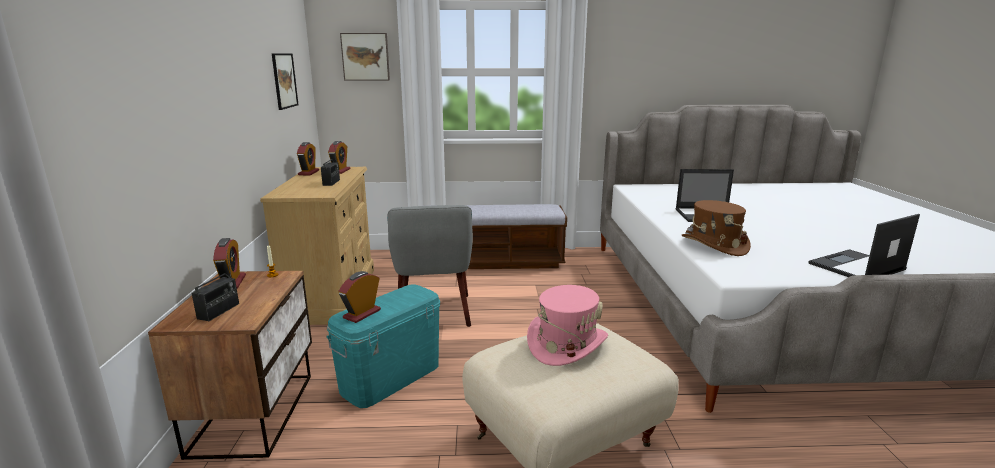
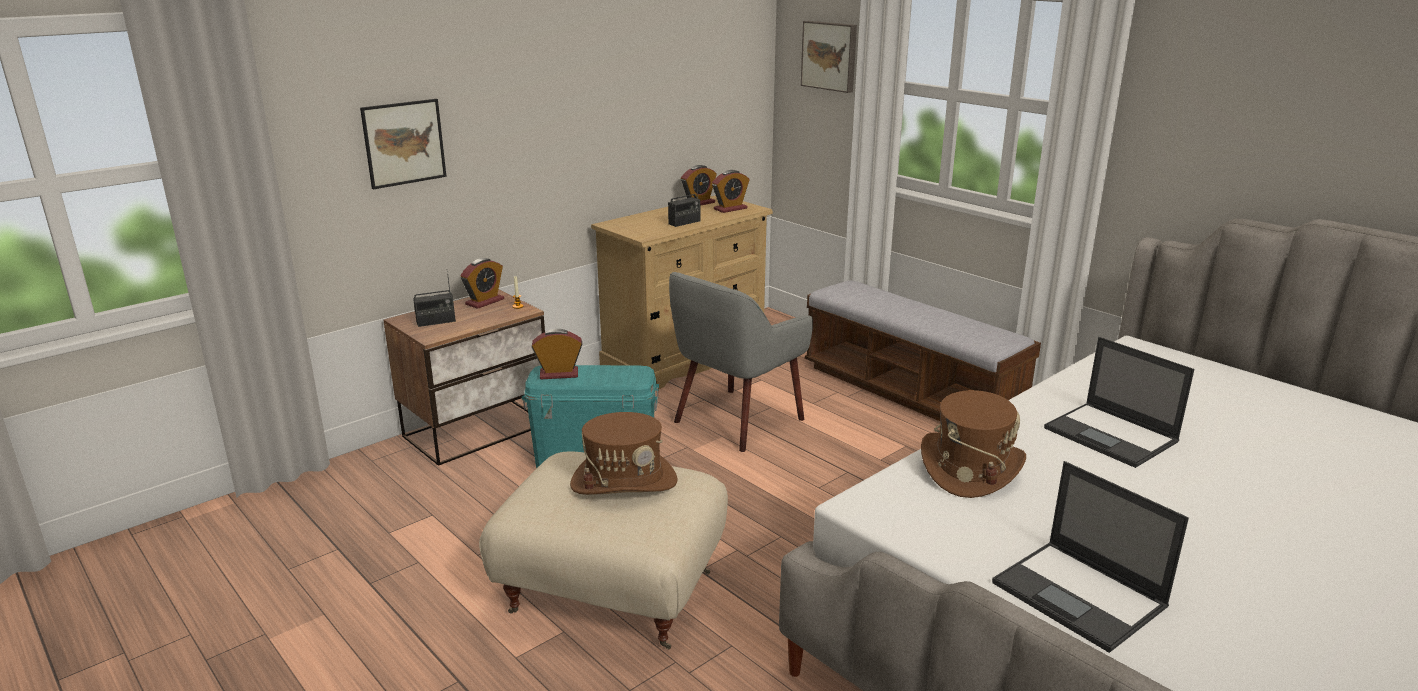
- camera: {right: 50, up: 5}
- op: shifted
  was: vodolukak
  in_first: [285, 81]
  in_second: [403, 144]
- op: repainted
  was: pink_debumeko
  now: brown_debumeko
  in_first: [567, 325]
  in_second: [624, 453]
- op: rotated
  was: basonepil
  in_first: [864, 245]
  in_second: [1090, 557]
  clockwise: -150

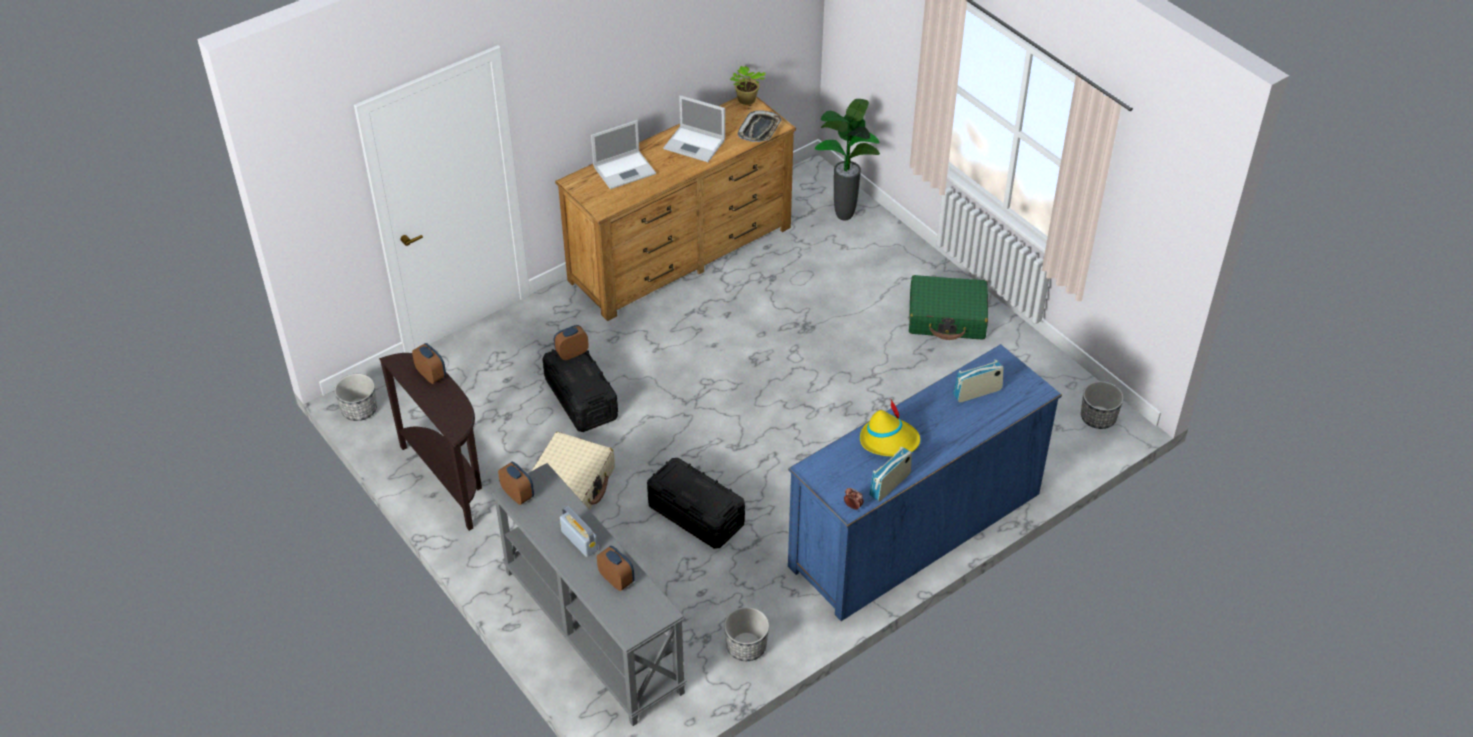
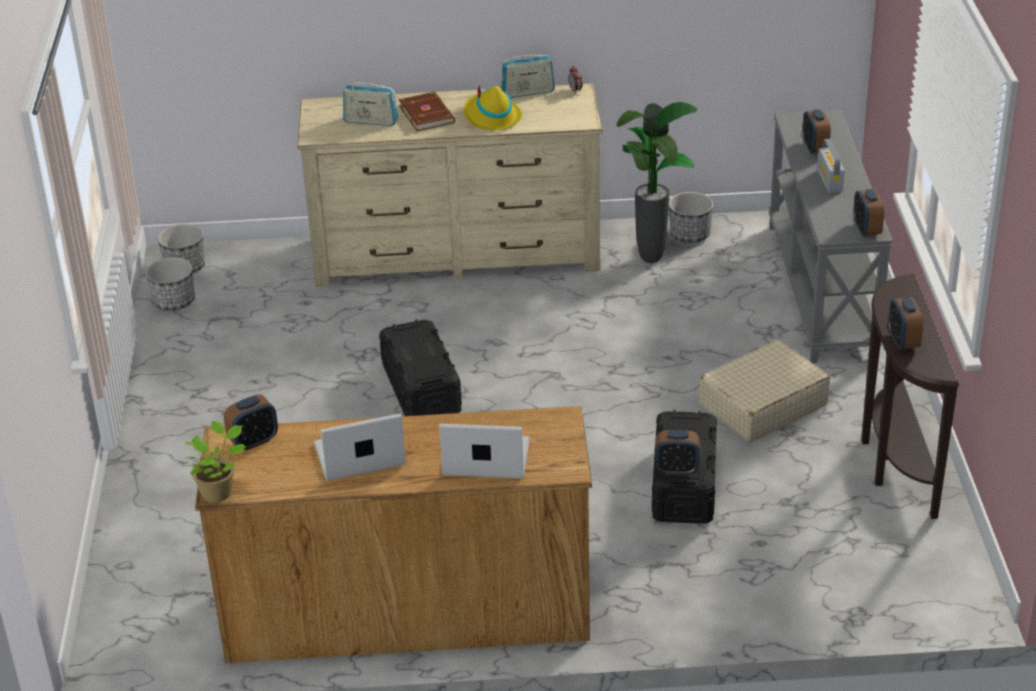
- camera: {right: -145, up: -10}
- op: shifted
  was: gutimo
  in_first: [355, 397]
  in_second: [170, 284]
- op: shifted
  was: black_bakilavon
  in_first: [696, 503]
  in_second: [420, 367]
- op: rotated
  was: basonepil
  in_first: [694, 128]
  in_second: [360, 447]
  clockwise: -75
- op: swapped
  was: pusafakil
  now: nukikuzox
  in_first: [759, 126]
  in_second: [251, 422]
- op: repainted
  was: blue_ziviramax
  now: beige_ziviramax
  in_first: [925, 482]
  in_second: [450, 185]
- op: shifted
  was: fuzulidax
  in_first: [847, 159]
  in_second: [656, 182]
- op: gone
  was: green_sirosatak
  in_first: [948, 307]
- op: new
  now: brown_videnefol
  in_second: [426, 111]

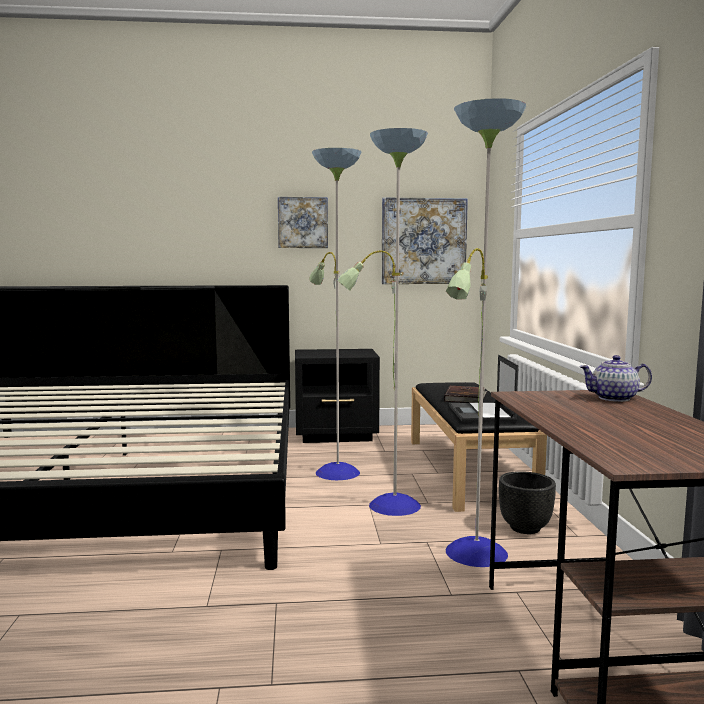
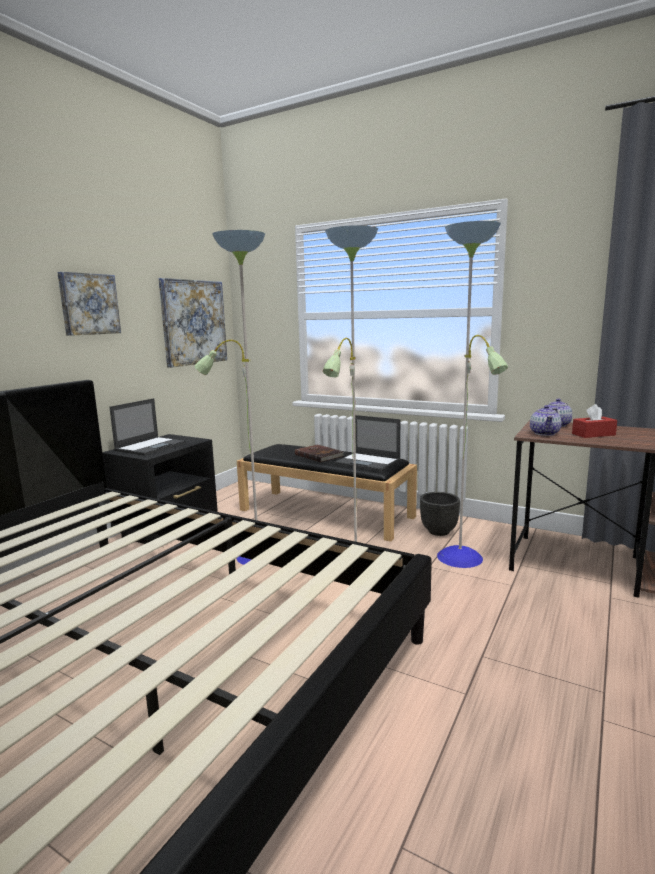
- camera: {right: -55, up: 5}
- op: new
  now: basonepil
  in_second: [148, 427]
- op: new
  now: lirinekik
  in_second: [546, 420]
- op: new
  now: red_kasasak
  in_second: [594, 421]

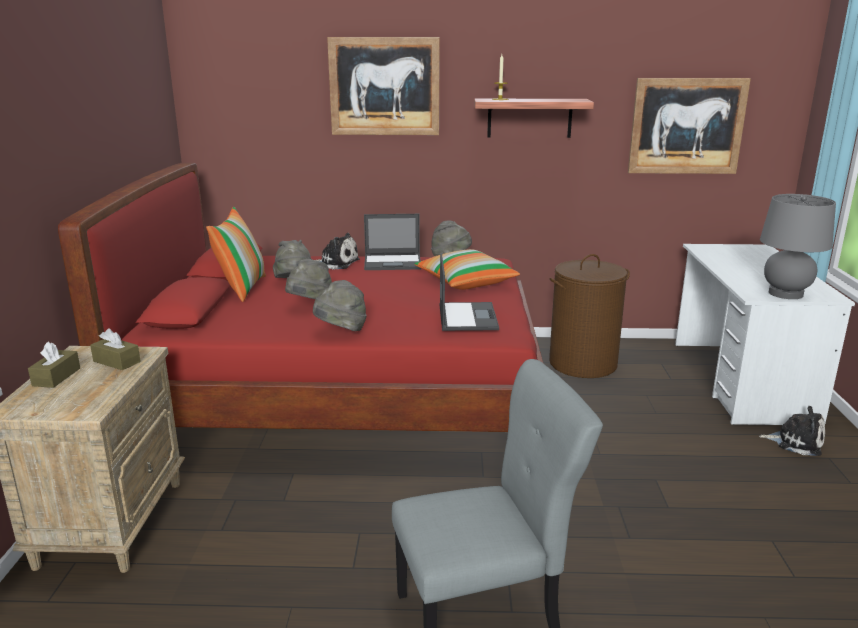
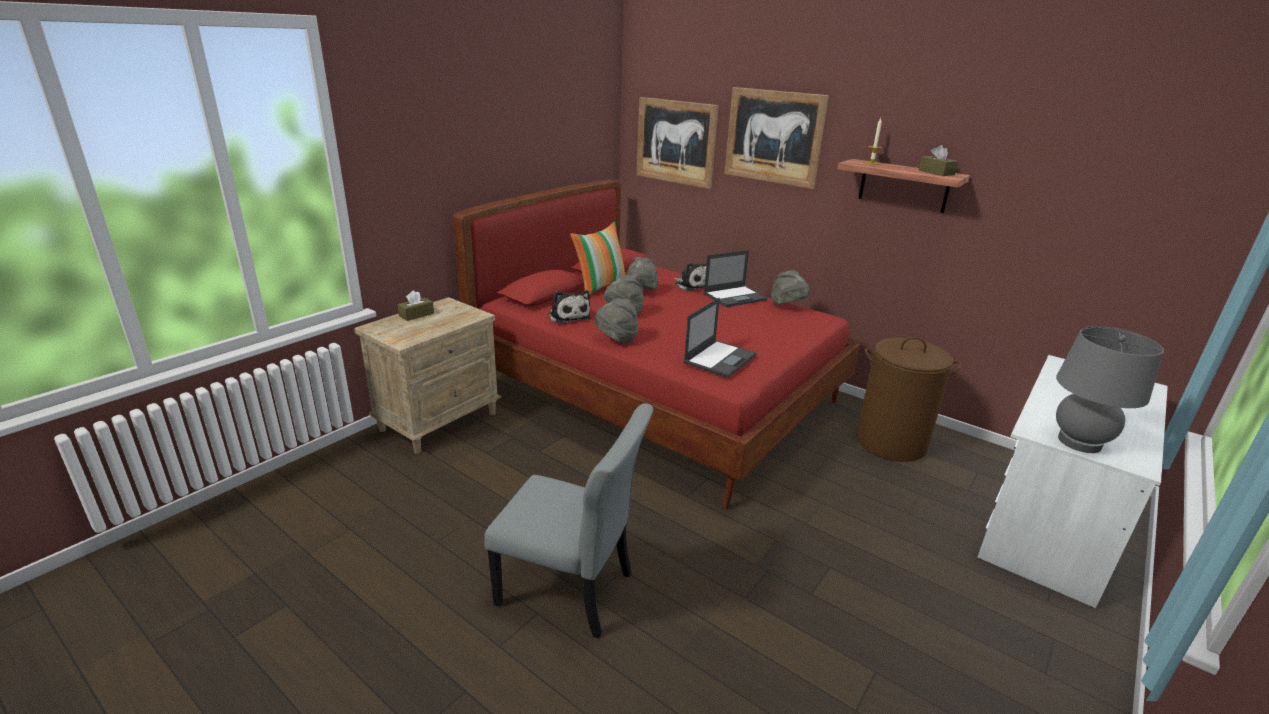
- camera: {right: 35, up: 5}
- op: shifted
  was: brown_kasasak
  in_first: [115, 349]
  in_second: [938, 160]
- op: rotated
  was: basonepil
  in_first: [392, 242]
  in_second: [735, 278]
  clockwise: -60
- op: gone
  was: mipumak
  in_first: [467, 269]
- op: shifted
  was: vodolukak
  in_first: [689, 126]
  in_second: [678, 143]
- op: shifted
  was: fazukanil
  in_first: [792, 431]
  in_second: [569, 307]

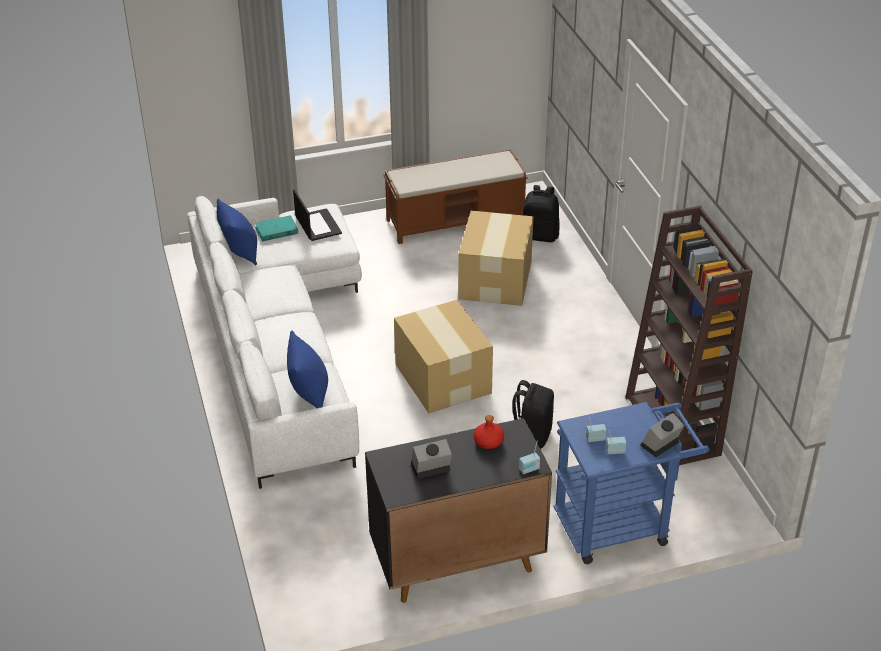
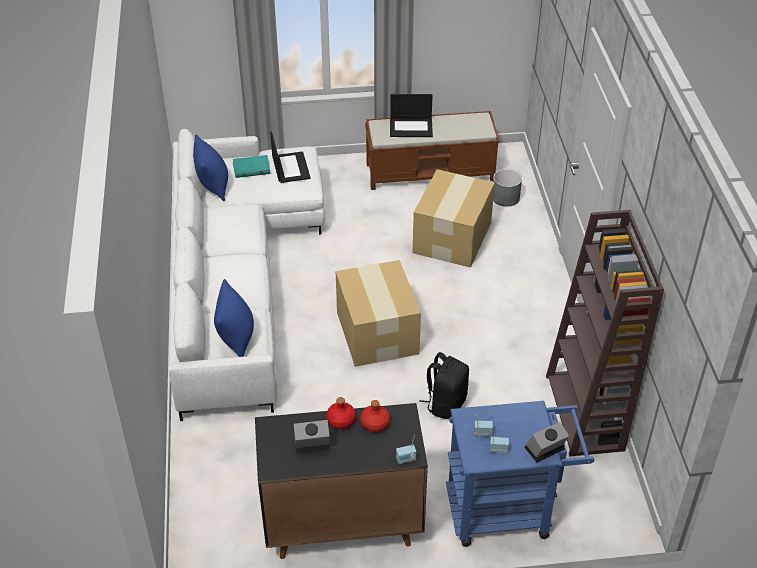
- camera: {right: 10, up: 5}
- op: swapped
  was: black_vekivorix
  now: grey_gutimo
  in_first: [541, 213]
  in_second: [507, 188]
- op: new
  now: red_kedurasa
  in_second: [341, 413]
- op: new
  now: basonepil
  in_second: [411, 115]

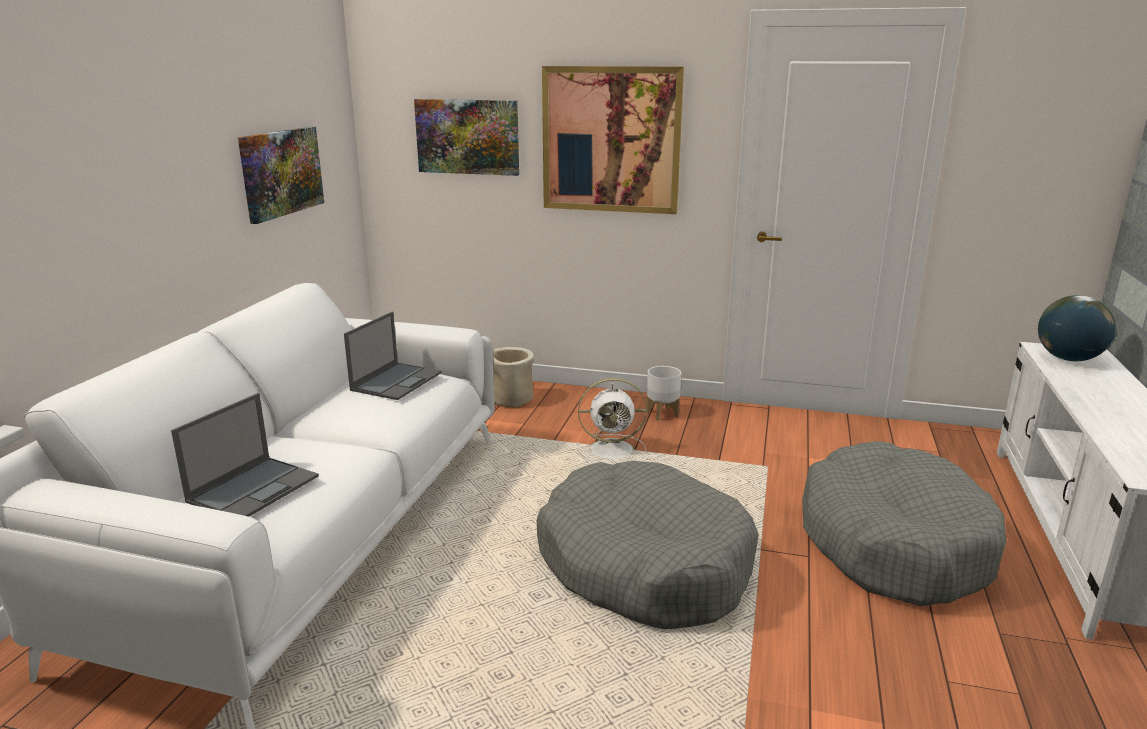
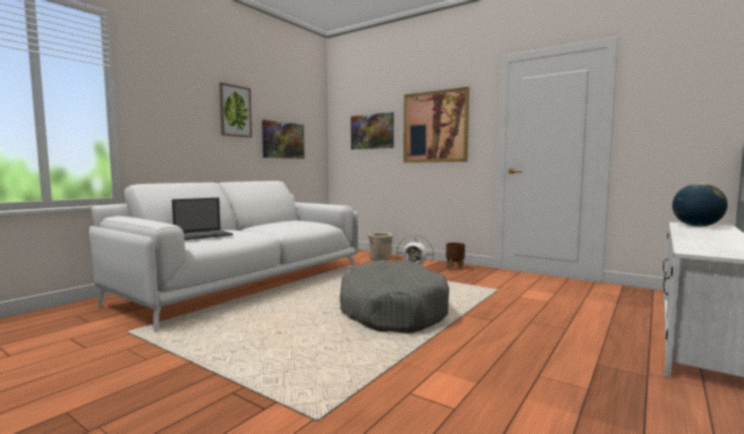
- camera: {right: 20, up: -15}
- op: gone
  was: basonepil
  in_first: [393, 356]
- op: repainted
  was: white_gutimo
  now: brown_gutimo
  in_first: [664, 393]
  in_second: [455, 257]
- op: gone
  was: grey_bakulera
  in_first: [904, 523]
- op: new
  now: vodolukak
  in_second: [235, 110]

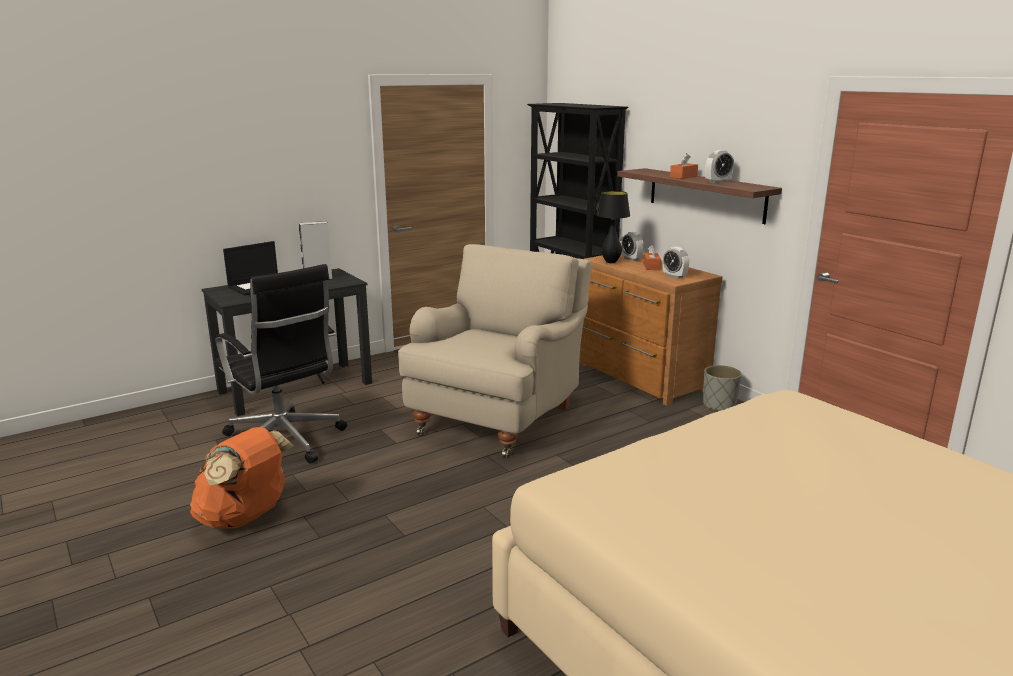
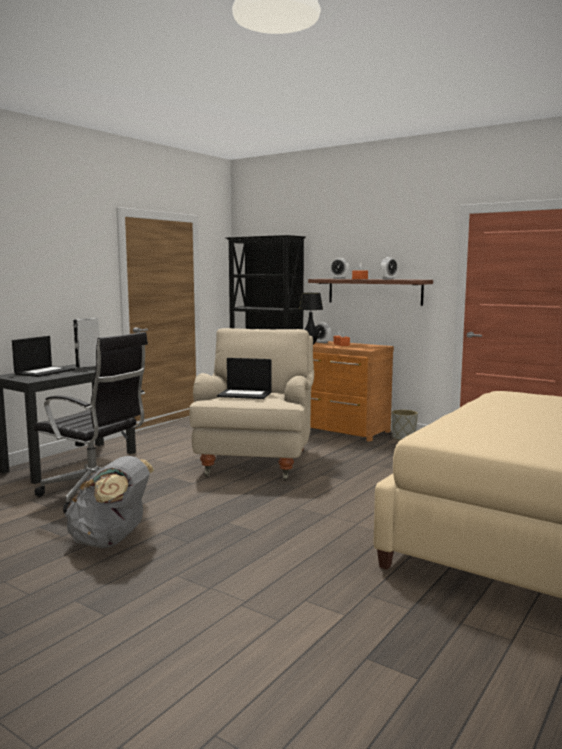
- camera: {right: -20, up: -10}
- op: repainted
  was: orange_vekivorix
  now: grey_vekivorix
  in_first: [242, 478]
  in_second: [109, 502]
- op: shifted
  was: nukikuzox
  in_first: [675, 263]
  in_second: [339, 268]
- op: new
  now: basonepil
  in_second: [244, 378]

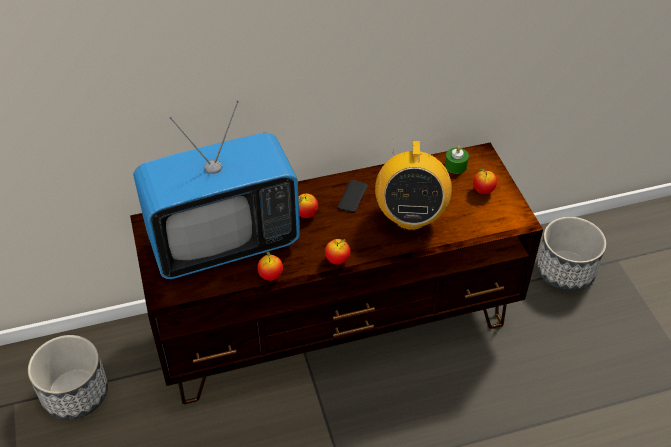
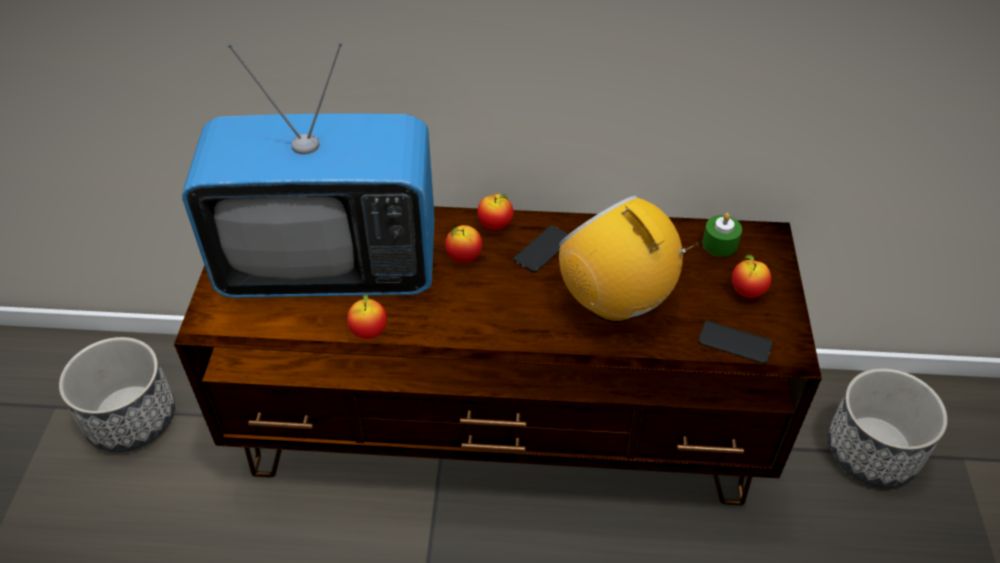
- camera: {right: 20, up: 0}
- op: shifted
  was: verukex
  in_first: [338, 252]
  in_second: [496, 212]
- op: rotated
  was: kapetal
  in_first: [413, 185]
  in_second: [629, 259]
  clockwise: 120
- op: new
  now: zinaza
  in_second: [735, 342]

